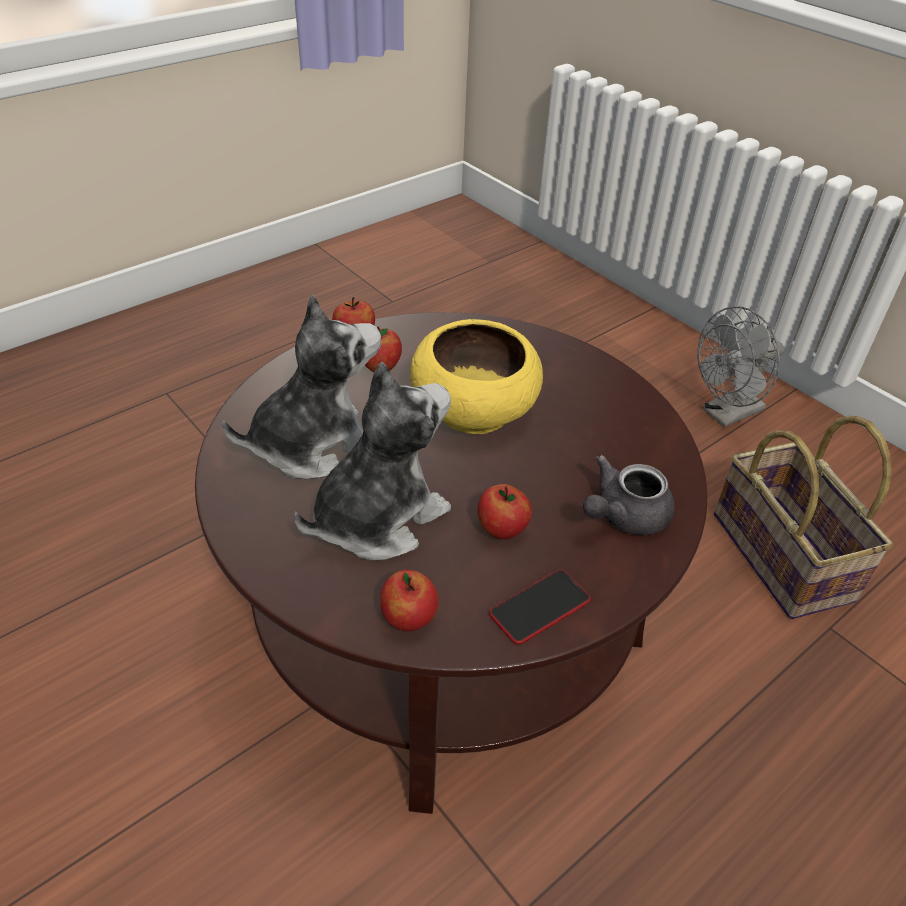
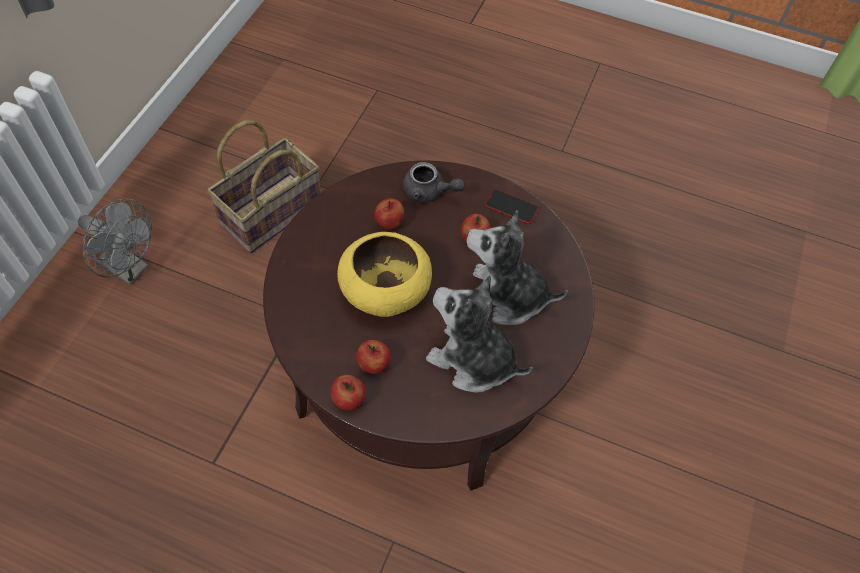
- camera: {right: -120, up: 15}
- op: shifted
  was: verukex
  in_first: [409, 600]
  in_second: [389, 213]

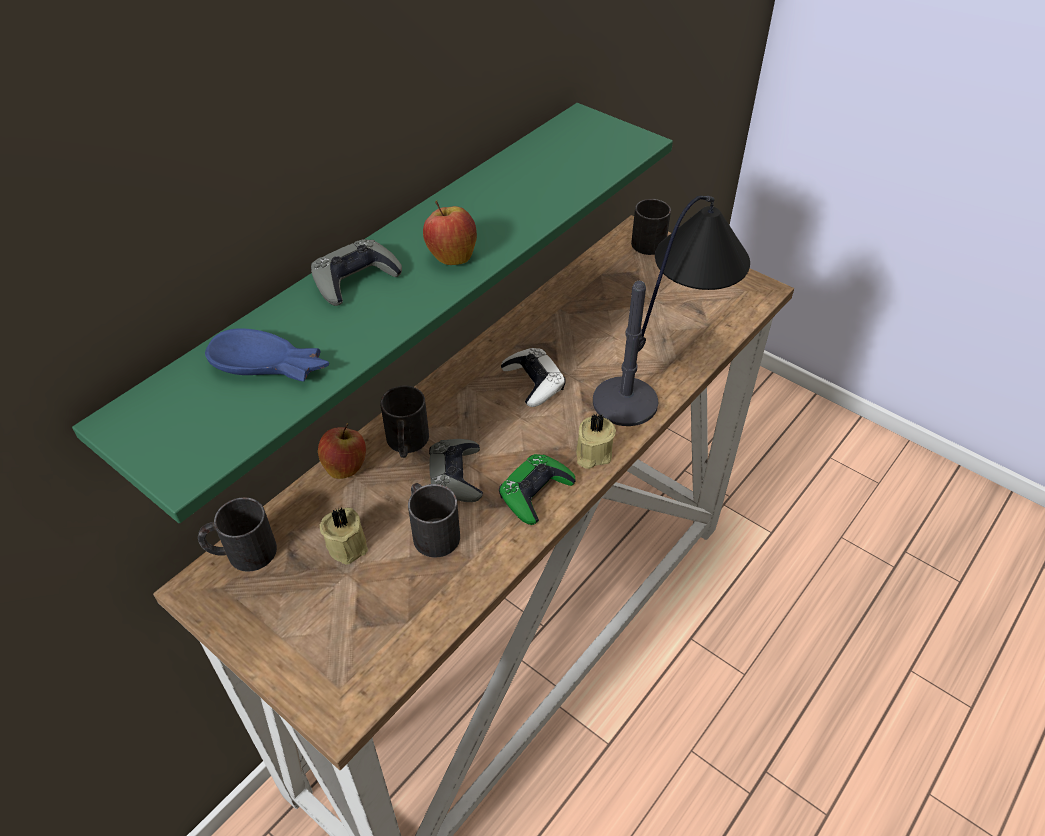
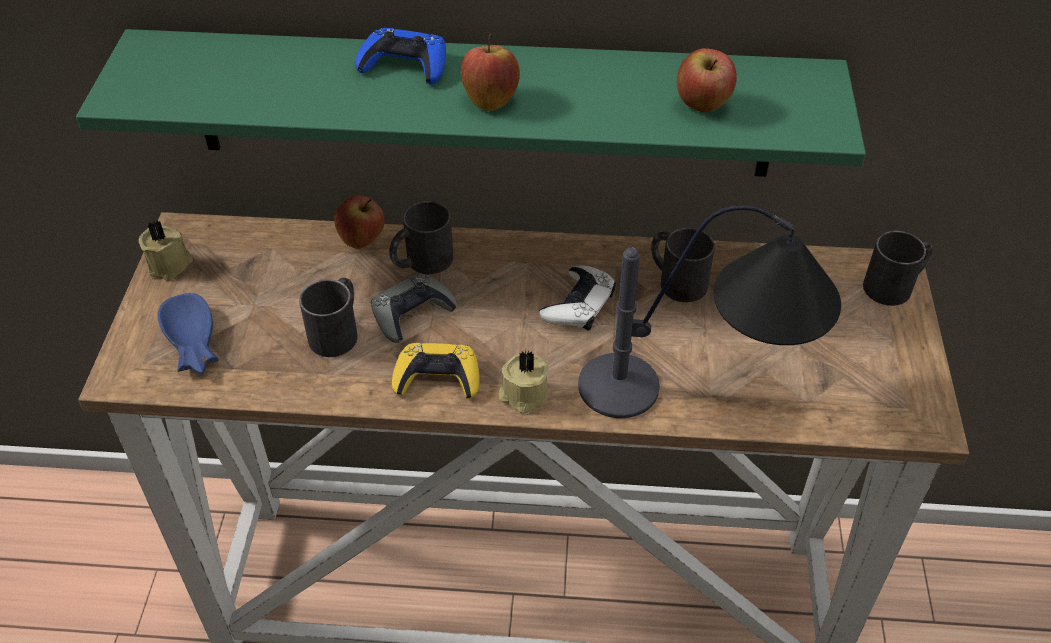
- camera: {right: 55, up: 0}
- op: shifted
  was: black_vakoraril
  in_first: [237, 534]
  in_second: [683, 265]
- op: shifted
  was: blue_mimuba
  in_first: [267, 354]
  in_second: [188, 334]
- op: repainted
  was: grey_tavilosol
  now: blue_tavilosol
  in_first: [356, 272]
  in_second: [400, 56]
- op: shifted
  was: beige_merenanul
  in_first: [344, 536]
  in_second: [166, 250]
- op: repainted
  was: green_tavilosol
  now: yellow_tavilosol
  in_first: [537, 489]
  in_second: [436, 371]
- op: new
  now: verukex
  in_second: [707, 80]

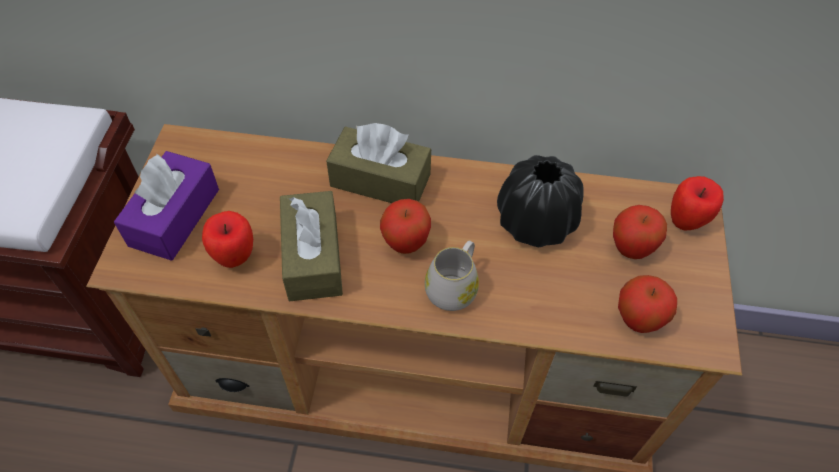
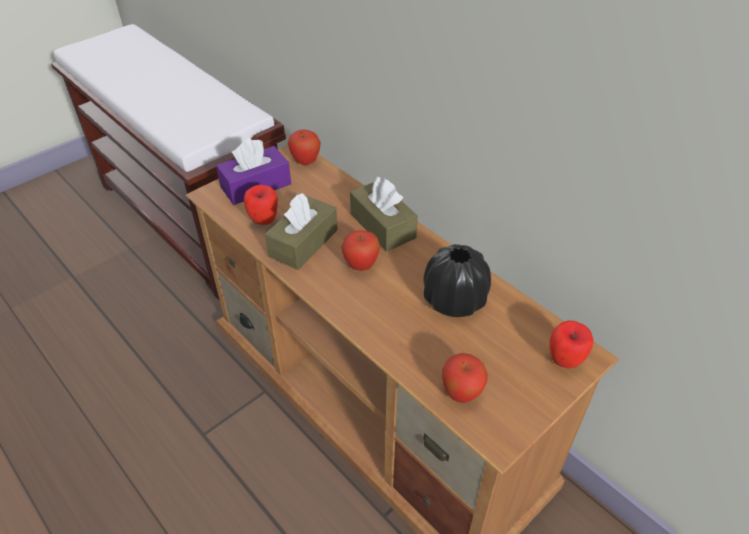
- camera: {right: 40, up: -10}
- op: gone
  was: white_vakoraril
  in_first: [452, 276]
- op: shifted
  was: verukex
  in_first: [640, 232]
  in_second: [304, 147]

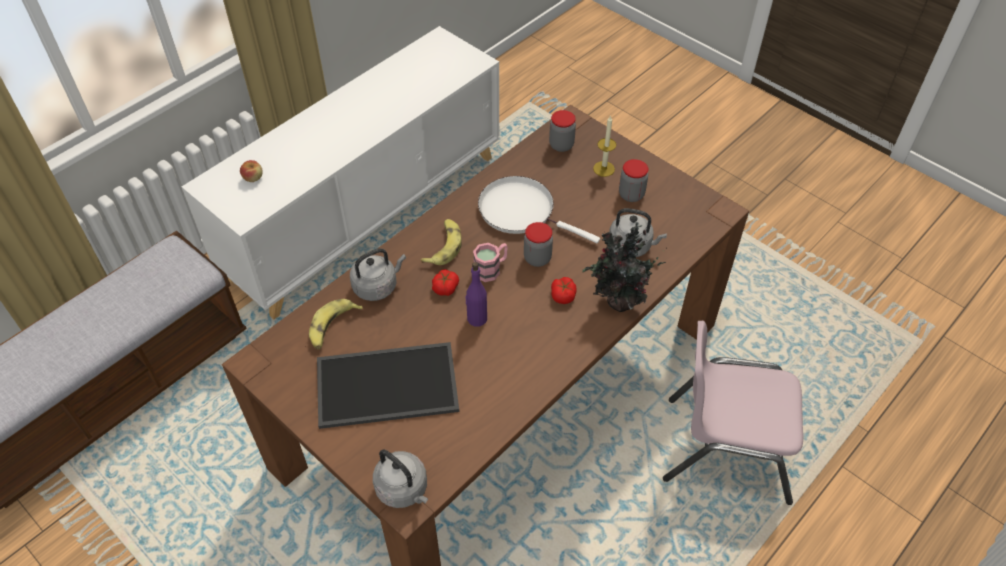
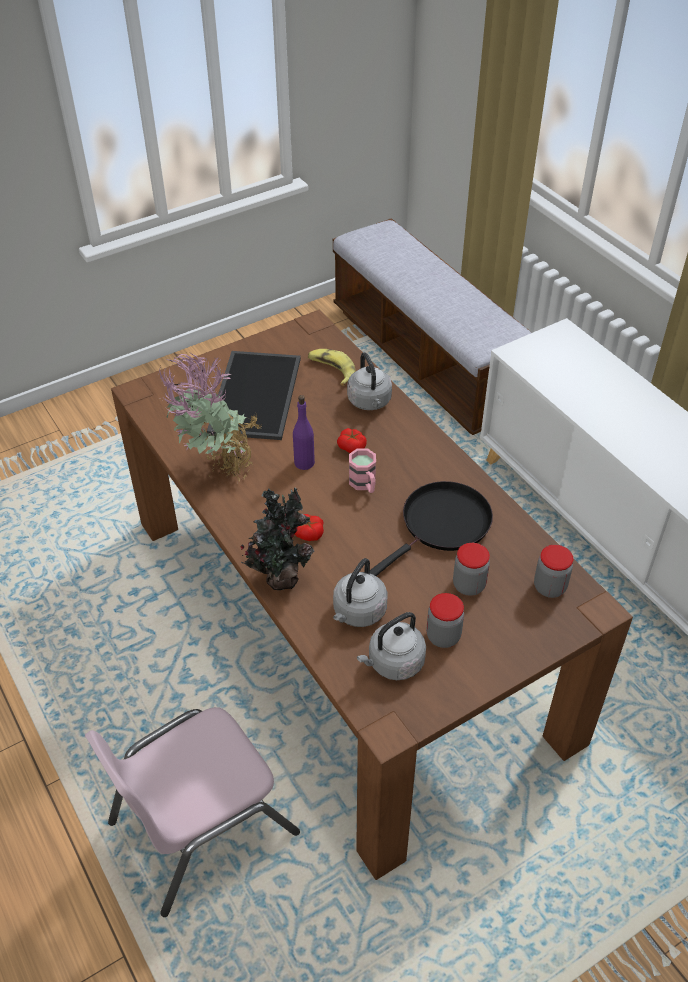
- camera: {right: 105, up: -5}
- op: gone
  was: verukex
  in_first: [251, 171]
- op: shifted
  was: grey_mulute
  in_first: [400, 478]
  in_second: [391, 646]
- op: gone
  was: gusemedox
  in_first: [441, 242]
- op: repainted
  was: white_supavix
  now: black_supavix
  in_first: [539, 210]
  in_second: [431, 528]
- op: shifted
  was: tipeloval
  in_first: [538, 244]
  in_second: [471, 569]
- op: gone
  was: merenanul
  in_first: [605, 146]
- op: rotated
  was: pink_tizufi
  in_first: [733, 413]
  in_second: [192, 812]
  clockwise: -150
- op: new
  now: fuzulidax
  in_second: [210, 418]

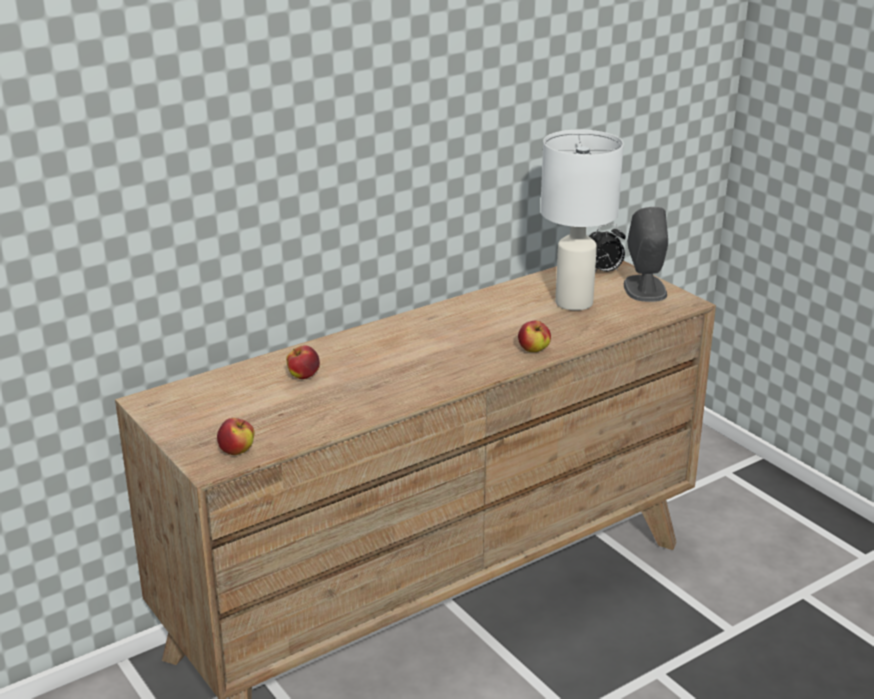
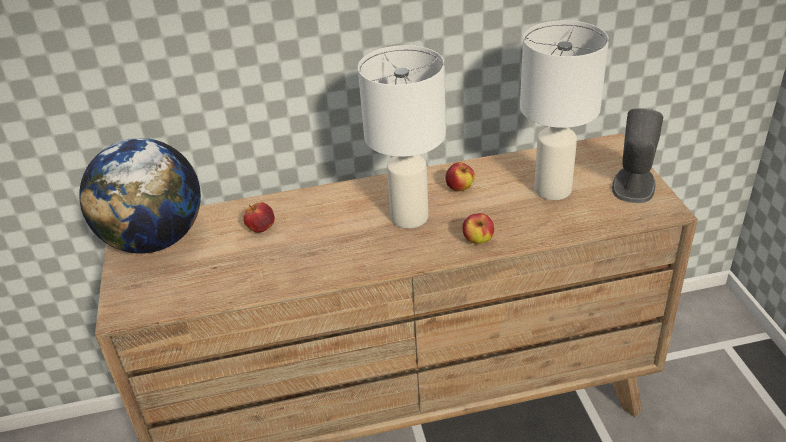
- camera: {right: 25, up: 10}
- op: shifted
  was: verukex
  in_first: [236, 436]
  in_second: [460, 176]
- op: gone
  was: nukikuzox
  in_first: [607, 248]
- op: new
  now: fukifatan
  in_second: [140, 195]
- op: new
  now: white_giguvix
  in_second: [402, 137]

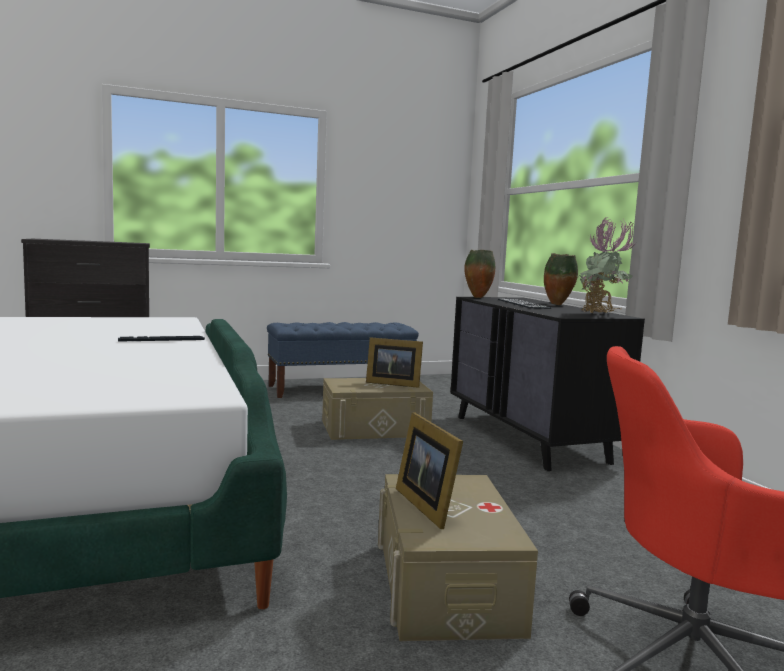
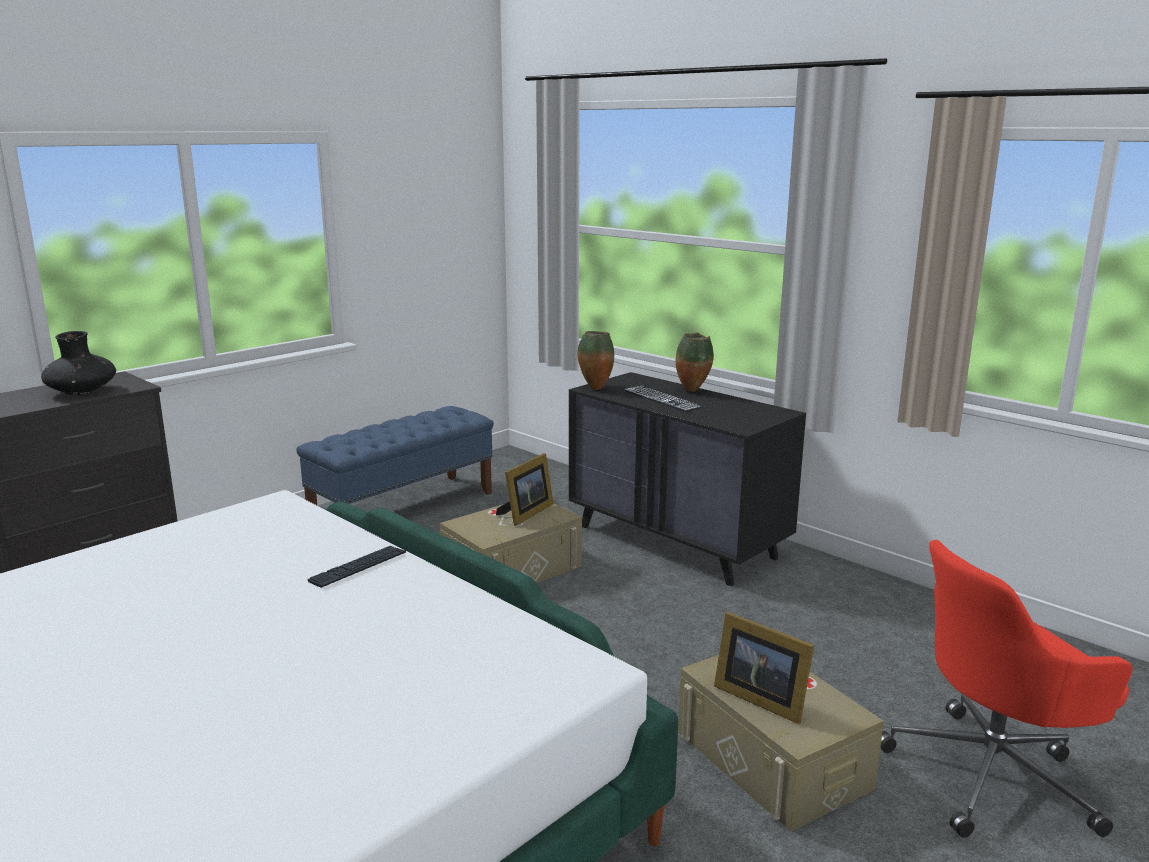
- camera: {right: -25, up: 10}
- op: rotated
  was: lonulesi
  in_first: [394, 362]
  in_second: [525, 489]
  clockwise: -45
- op: gone
  was: fuzulidax
  in_first: [606, 265]
- op: new
  now: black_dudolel
  in_second: [78, 363]

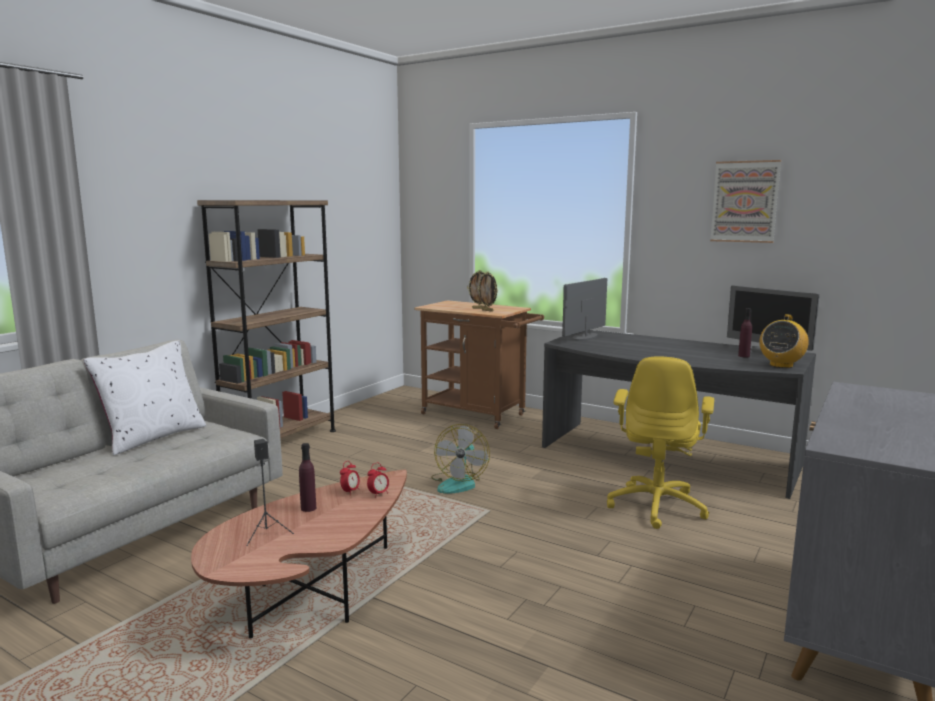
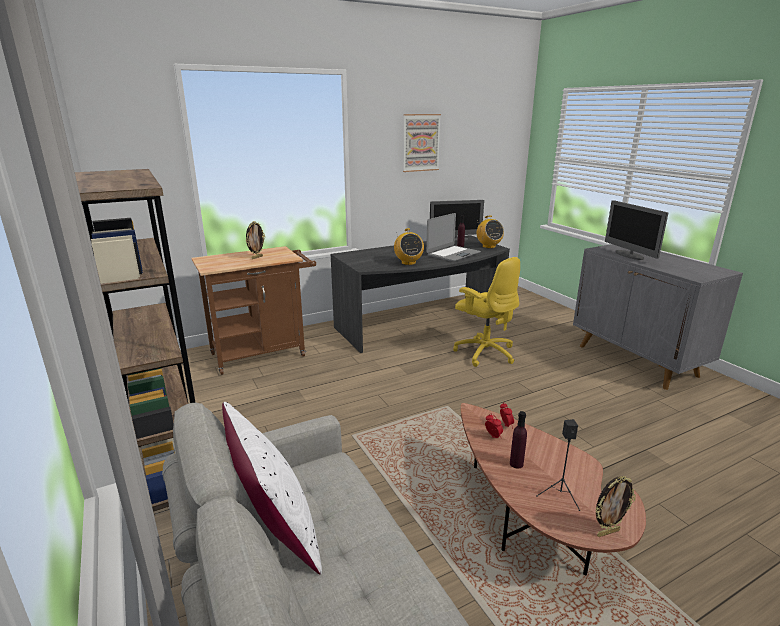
- camera: {right: -60, up: 10}
- op: gone
  was: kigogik
  in_first: [460, 459]
- op: shifted
  was: lonulesi
  in_first: [487, 291]
  in_second: [615, 506]
- op: shifted
  was: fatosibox
  in_first: [584, 309]
  in_second: [636, 230]
- op: new
  now: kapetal
  in_second: [409, 246]
- op: new
  now: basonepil
  in_second: [453, 237]

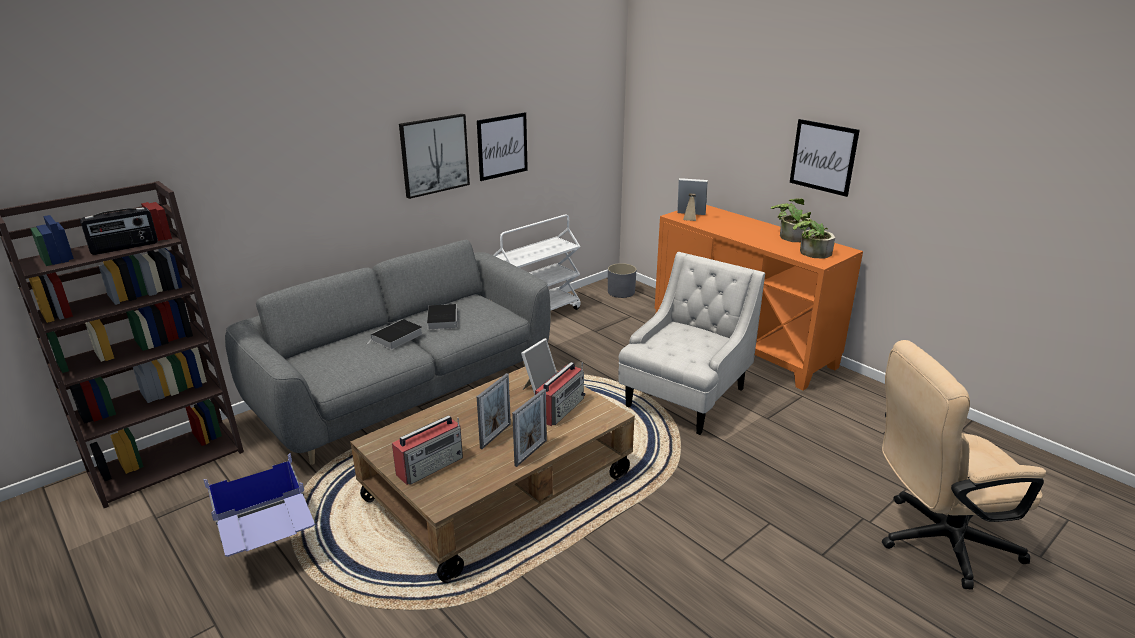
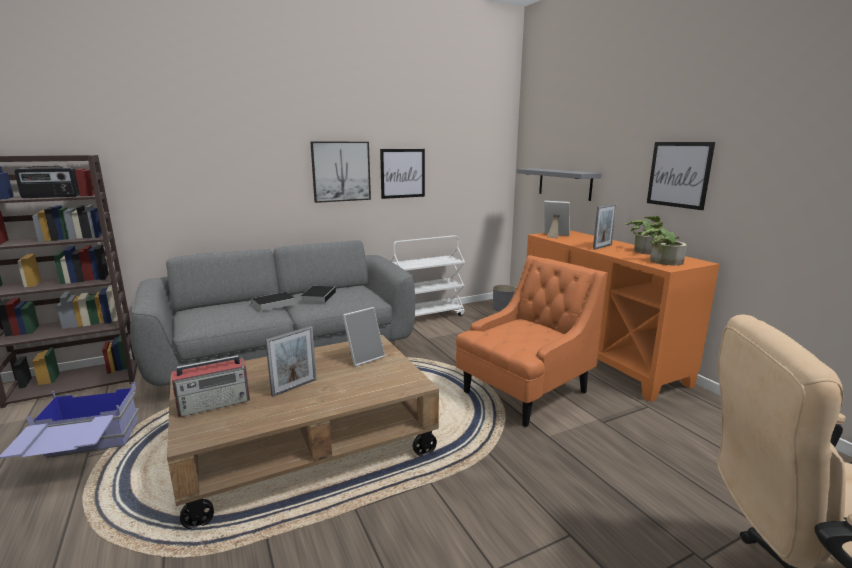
- camera: {right: 15, up: -10}
- op: shifted
  was: lonulesi
  in_first: [529, 428]
  in_second: [605, 227]
- op: gone
  was: kapetal
  in_first: [560, 394]
- op: repainted
  was: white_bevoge
  now: orange_bevoge
  in_first: [691, 343]
  in_second: [532, 341]
- op: new
  now: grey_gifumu
  in_second: [559, 184]

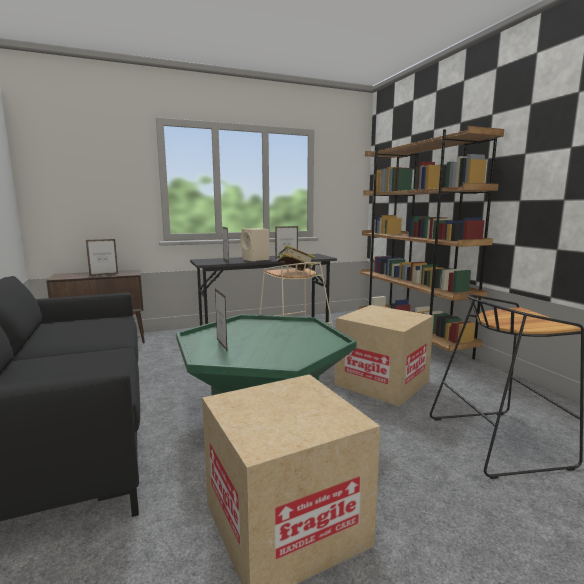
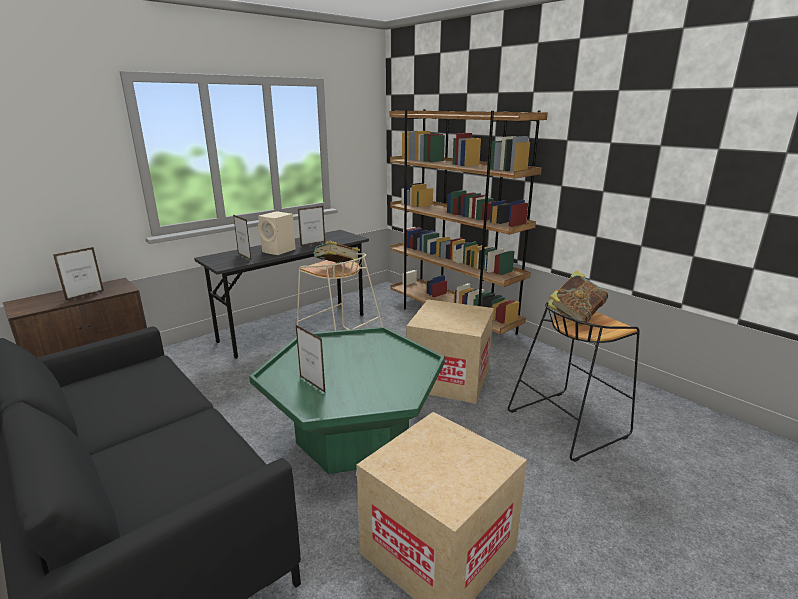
- camera: {right: -20, up: 10}
- op: new
  now: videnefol
  in_second: [578, 298]

